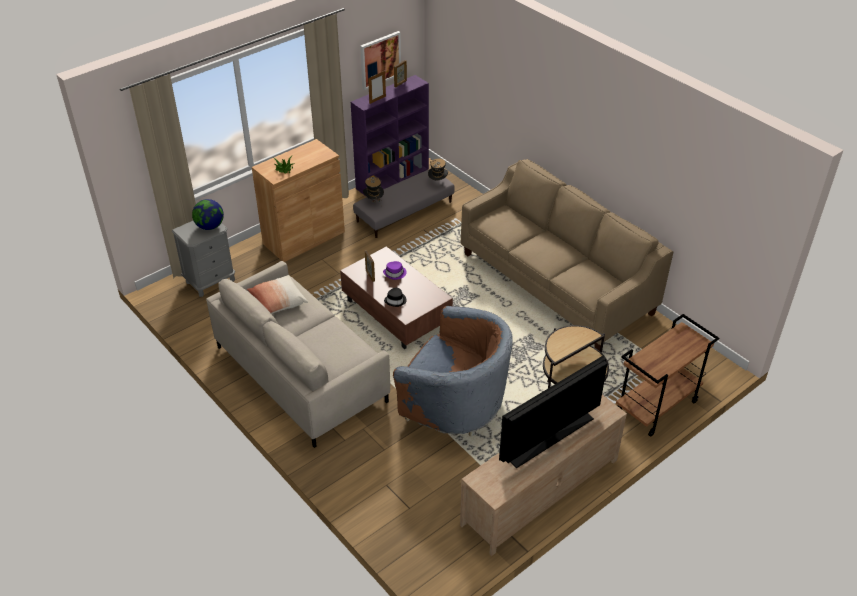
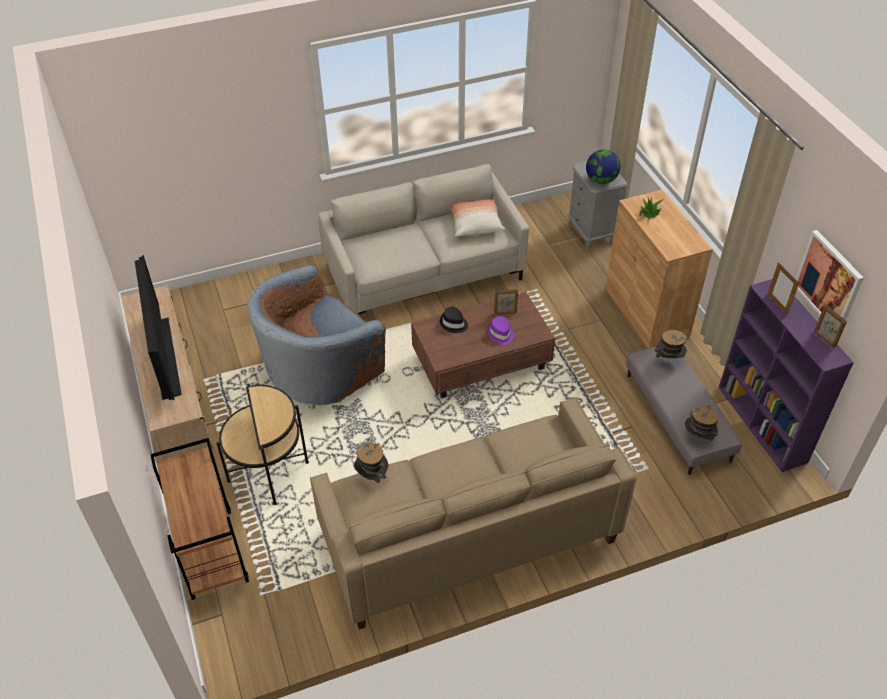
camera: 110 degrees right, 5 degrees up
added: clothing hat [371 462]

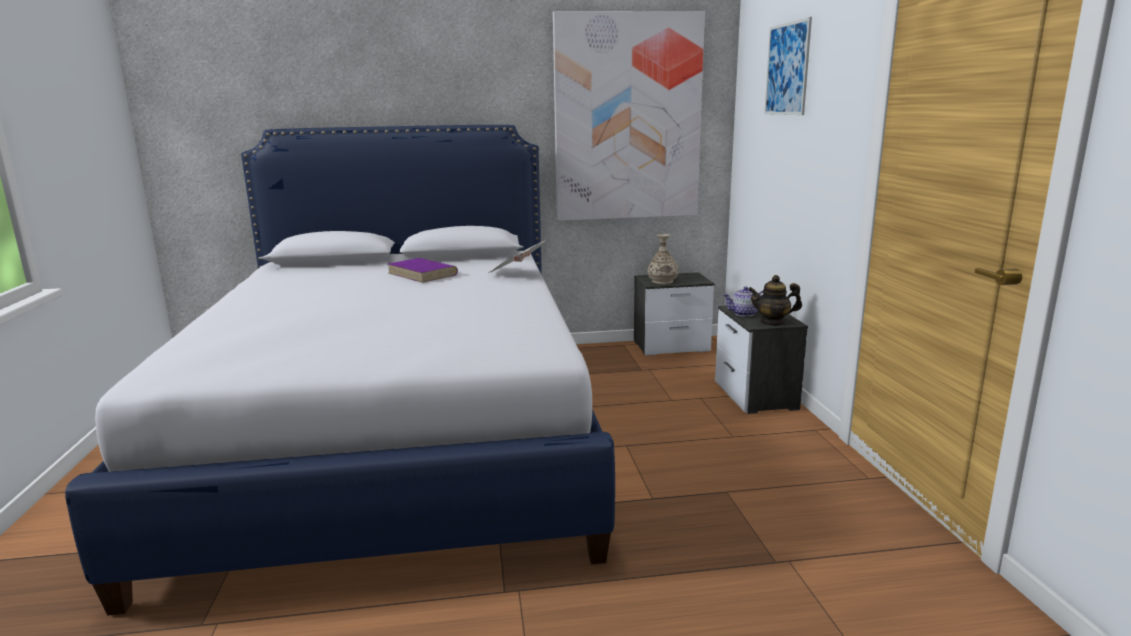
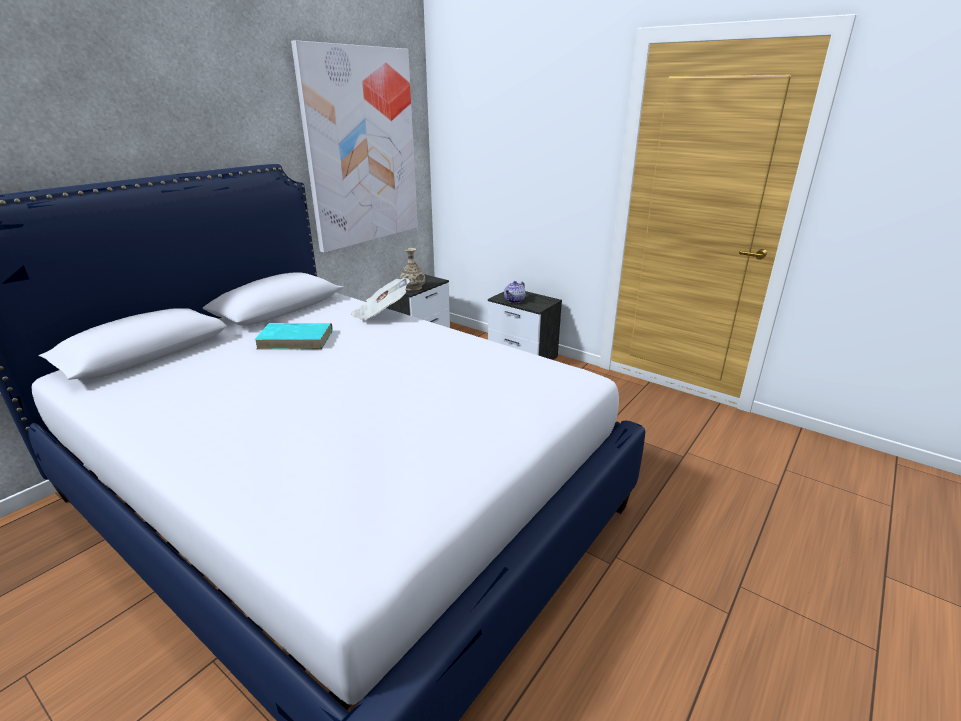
camera: 45 degrees left, 10 degrees up
removed: teapot [775 300]; wall art [788 66]
recoloured: book/purple [423 270] to book/turquoise [293 336]

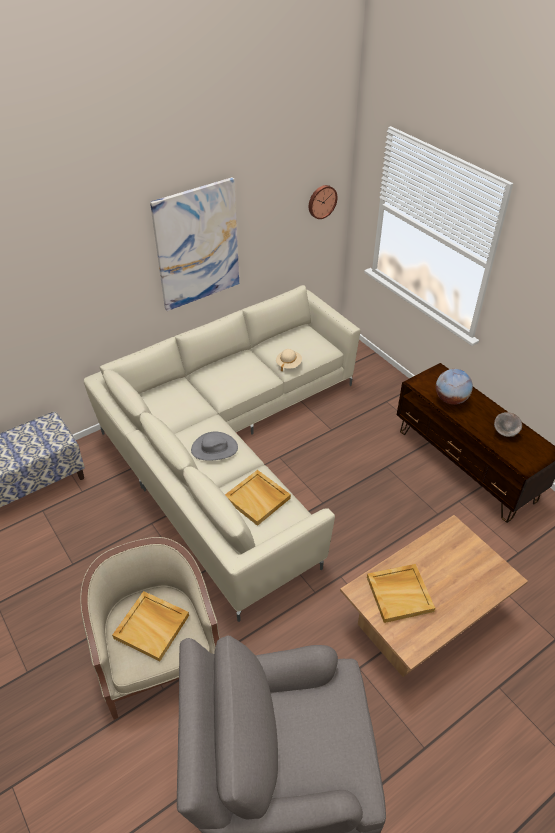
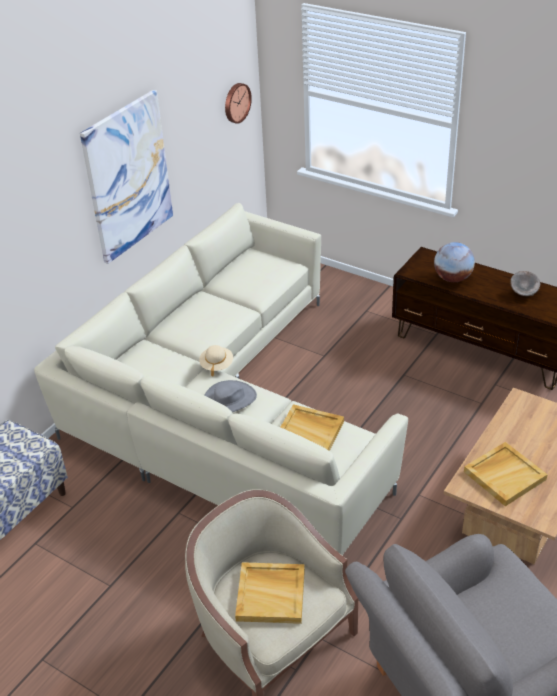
camera: 20 degrees left, 5 degrees down
moved: clothing hat/beige-coloured [289 360] to [216 360]

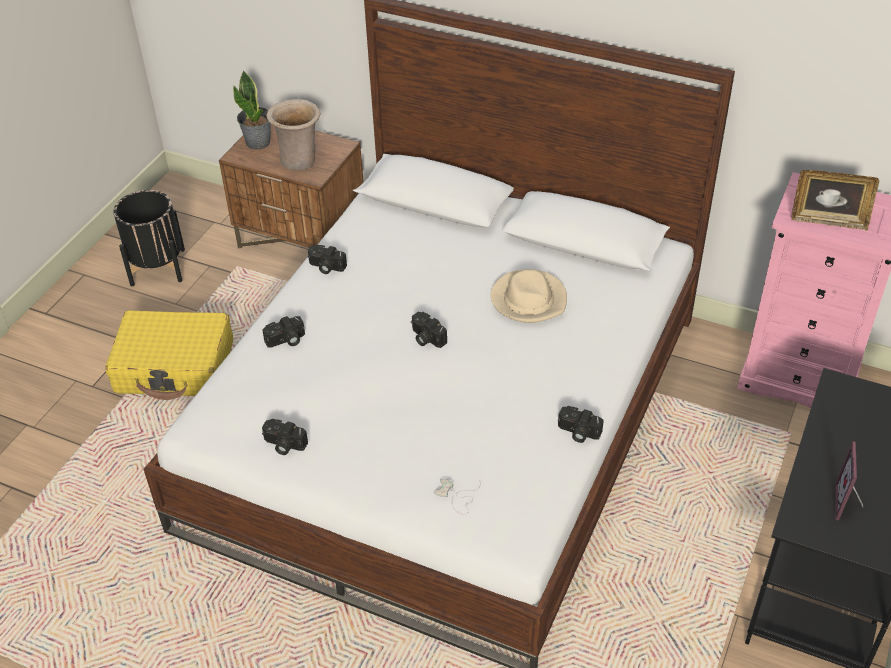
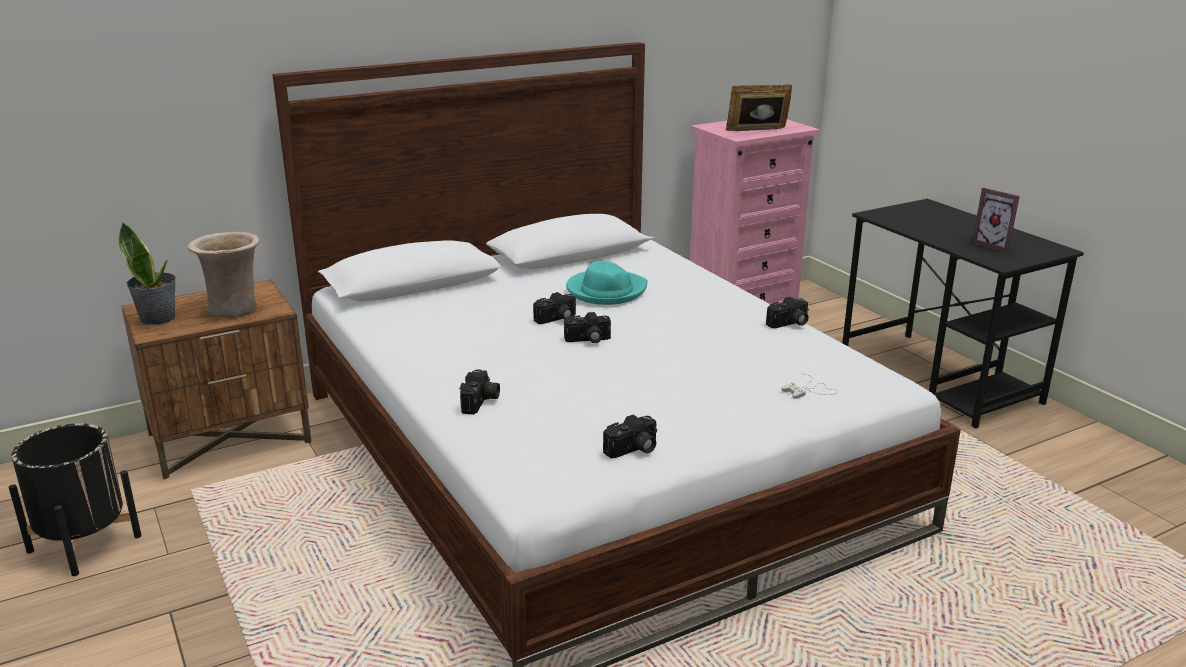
camera: 55 degrees left, 20 degrees down
removed: piece of luggage/yellow [169 355]
moved: photo camera [327 259] to [554 308]
recoloured: clothing hat/beige-coloured [529 296] to clothing hat/turquoise [606 283]
turned: picture frame [835 200] = [759 107] 150 degrees counterclockwise

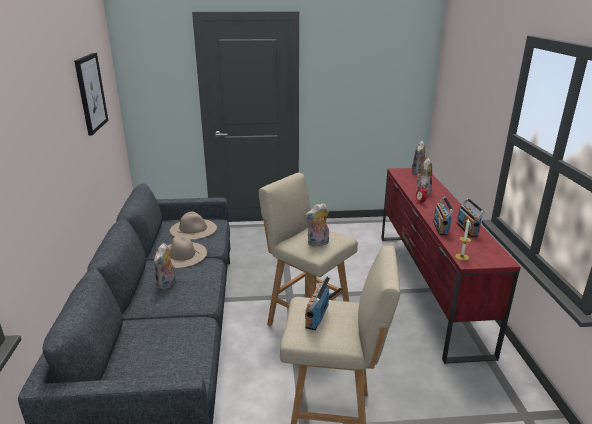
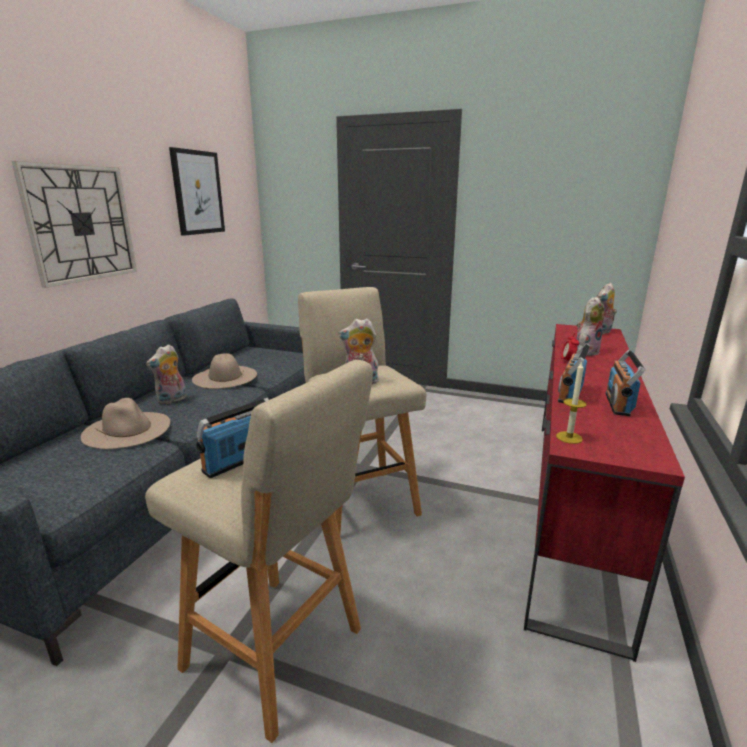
camera: 25 degrees right, 5 degrees down
added: hanging clock [74 224]
moved: clothing hat/beige-coloured [193 226] to [126 423]

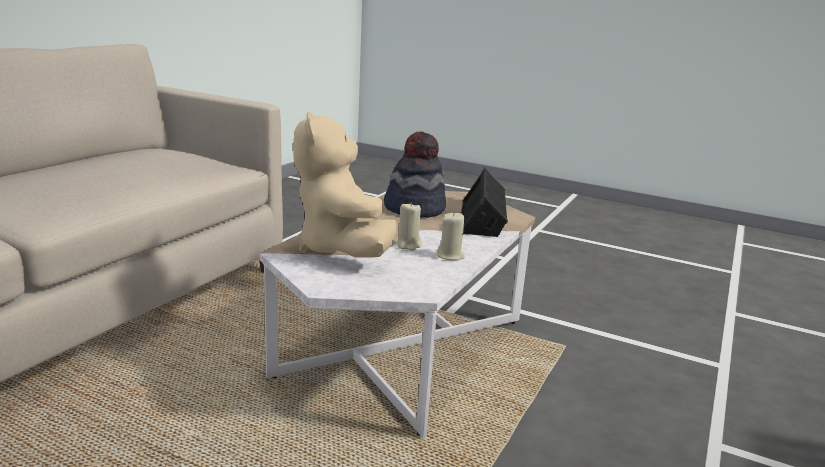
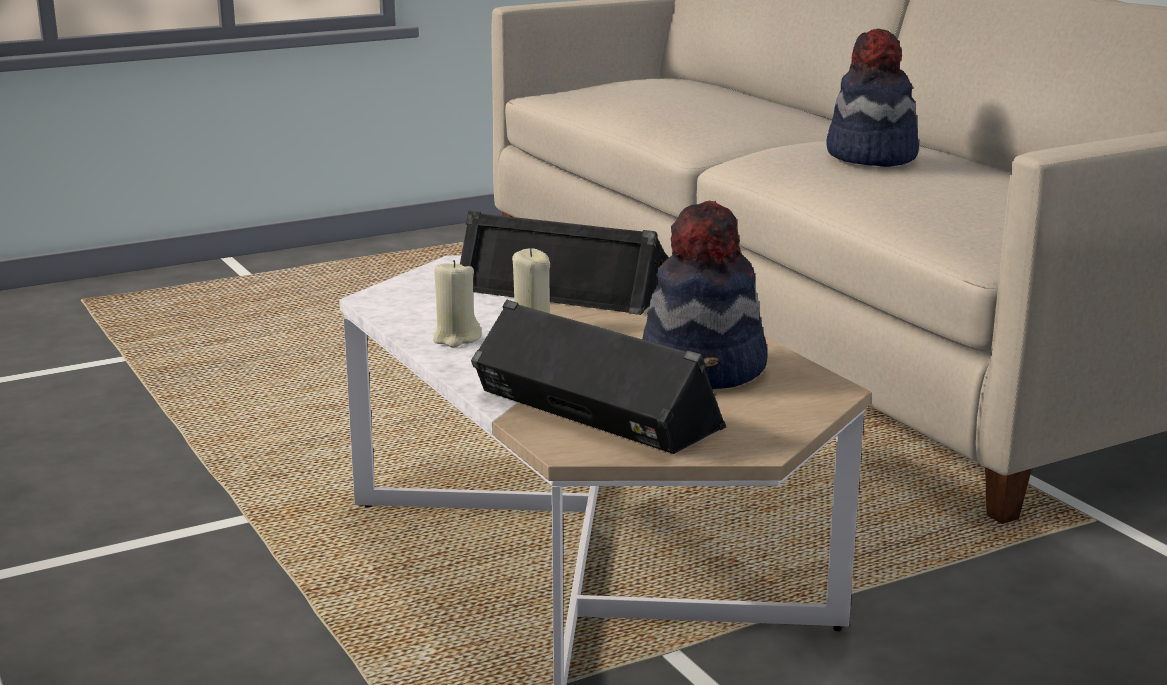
camera: 125 degrees right, 0 degrees up
added: clothing hat [872 97]
replaced: plush toy/beige-coloured [345 184] to speaker/black-coloured [564 263]

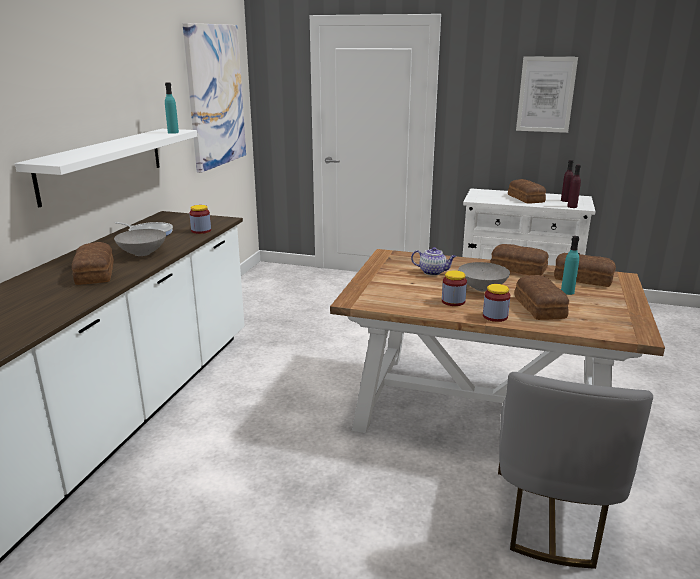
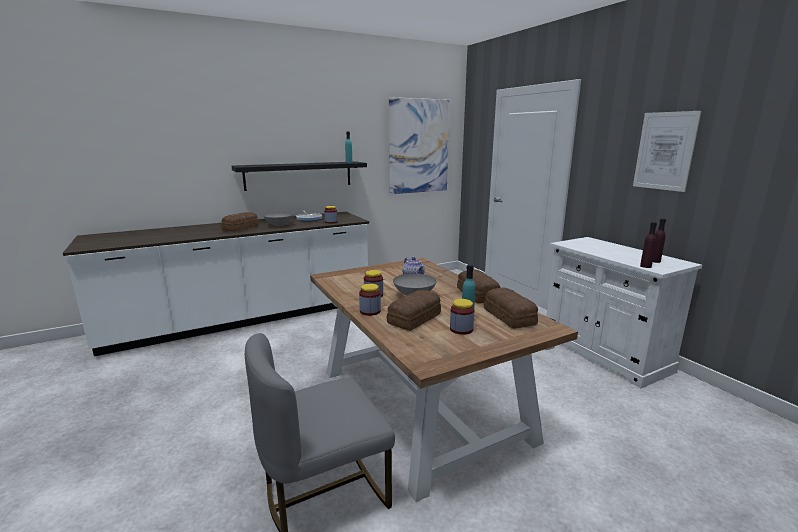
camera: 45 degrees right, 5 degrees down
removed: baked bread [527 191]
added: preserve jar [462 317]
recoloured: shelf/white [106 168] to shelf/black-coloured [299 176]

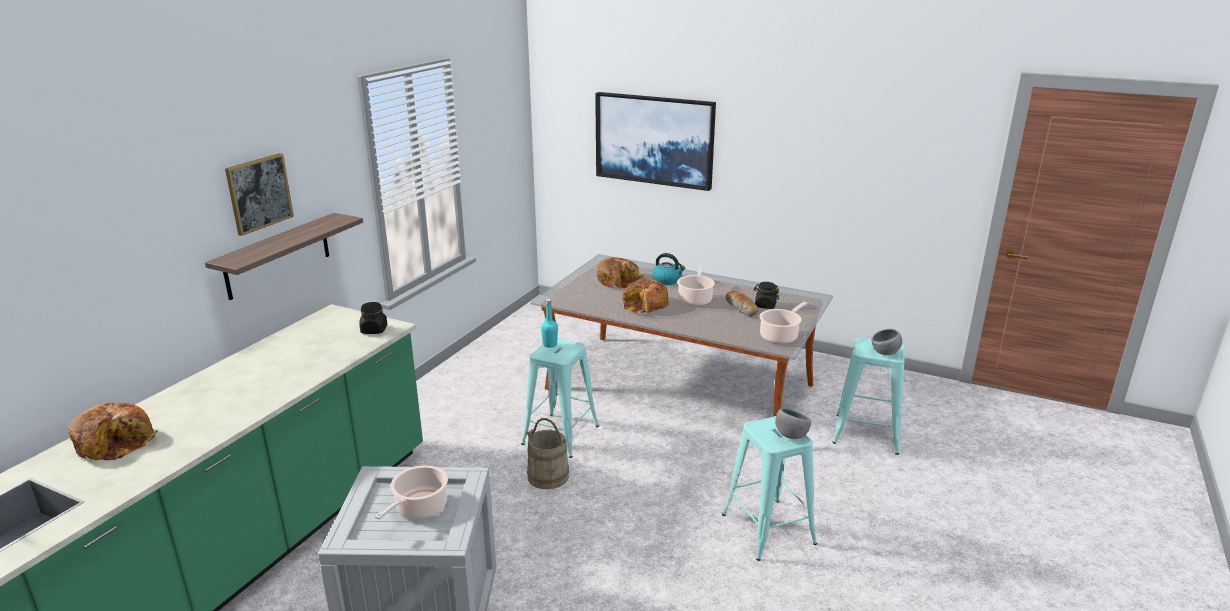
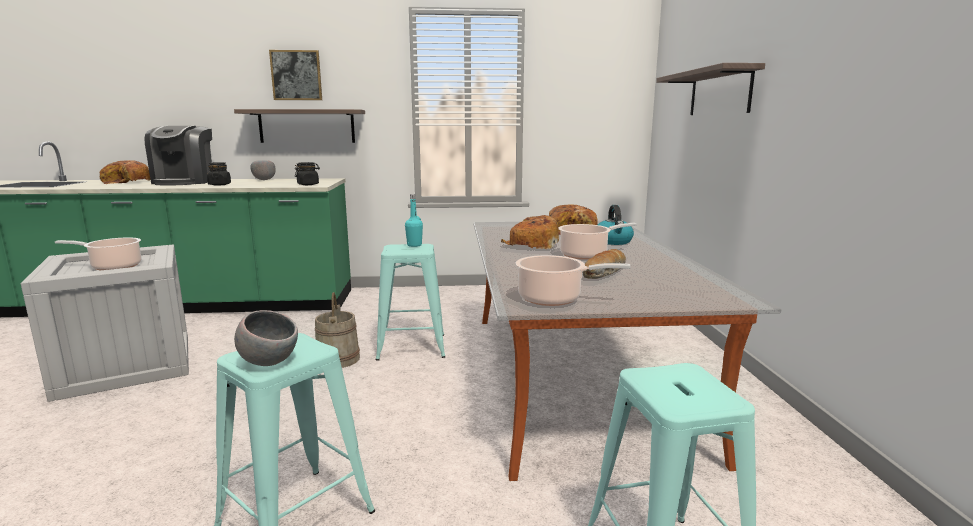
camera: 60 degrees right, 10 degrees down
added: coffee machine [178 156]
moved: preserve jar/black-coloured [766 295] to [219 174]; serving bowl/grey [887 342] to [263 170]
replaced: wall art [655 141] to shelf [710 89]

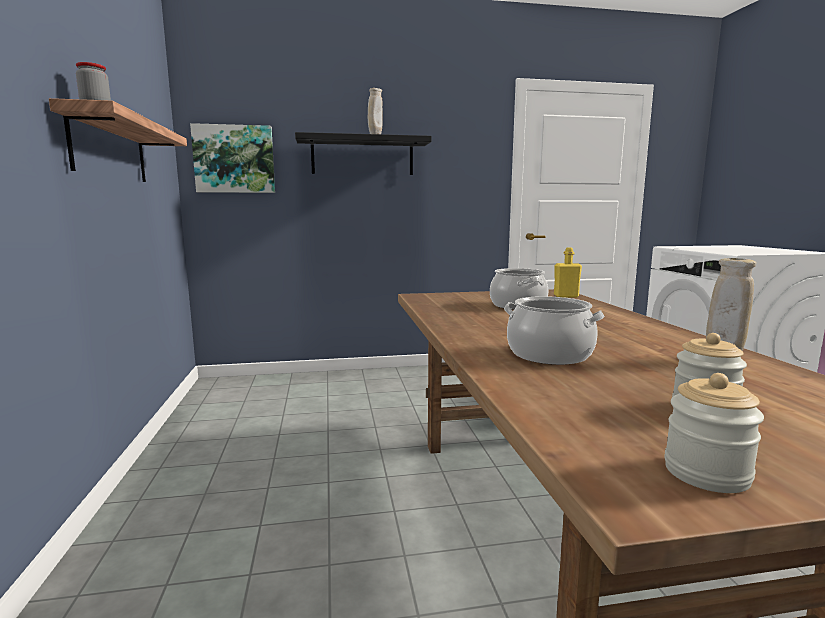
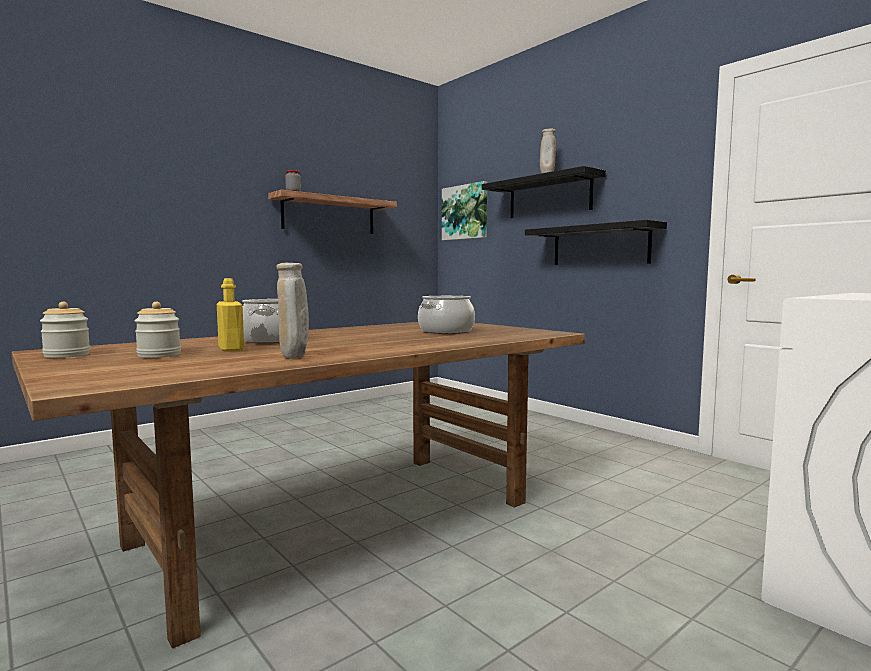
camera: 60 degrees right, 5 degrees down
added: shelf/black-coloured [596 242]
moved: bottle/yellow [568 272] to [230 315]

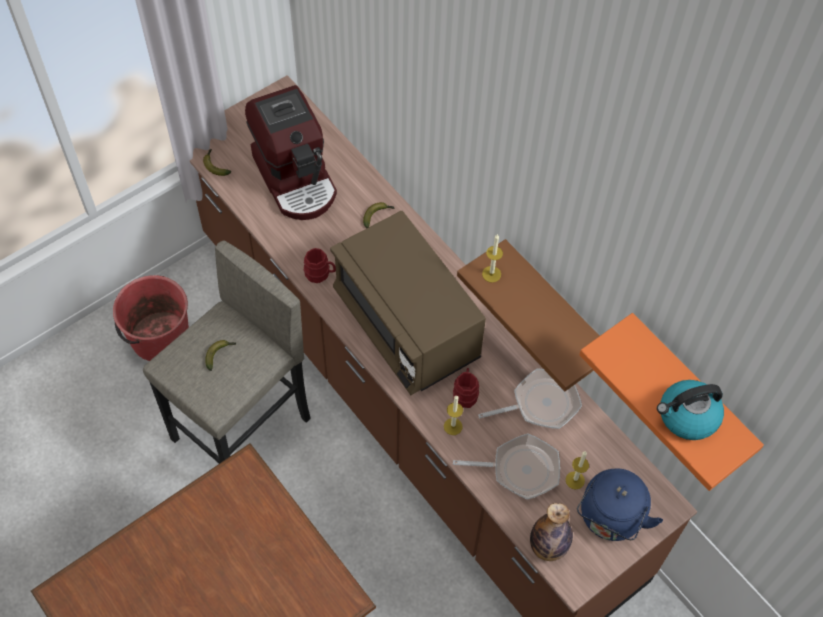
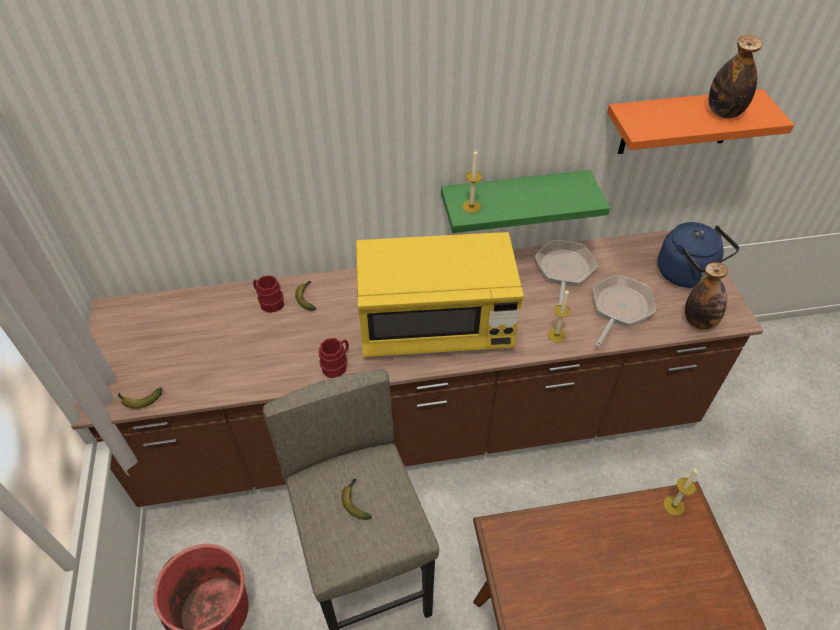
camera: 60 degrees left, 10 degrees down
removed: coffee machine [291 152]
moved: tea mug/reddish [466 388] to [268 294]; candle [577 470] to [681 492]
replaced: tea kettle [690 410] to bottle [735 76]
recoloured: microwave oven/brown-coloured [408 303] to microwave oven/yellow [440 294]; shelf/brown-coloured [528 315] to shelf/green [525 201]

